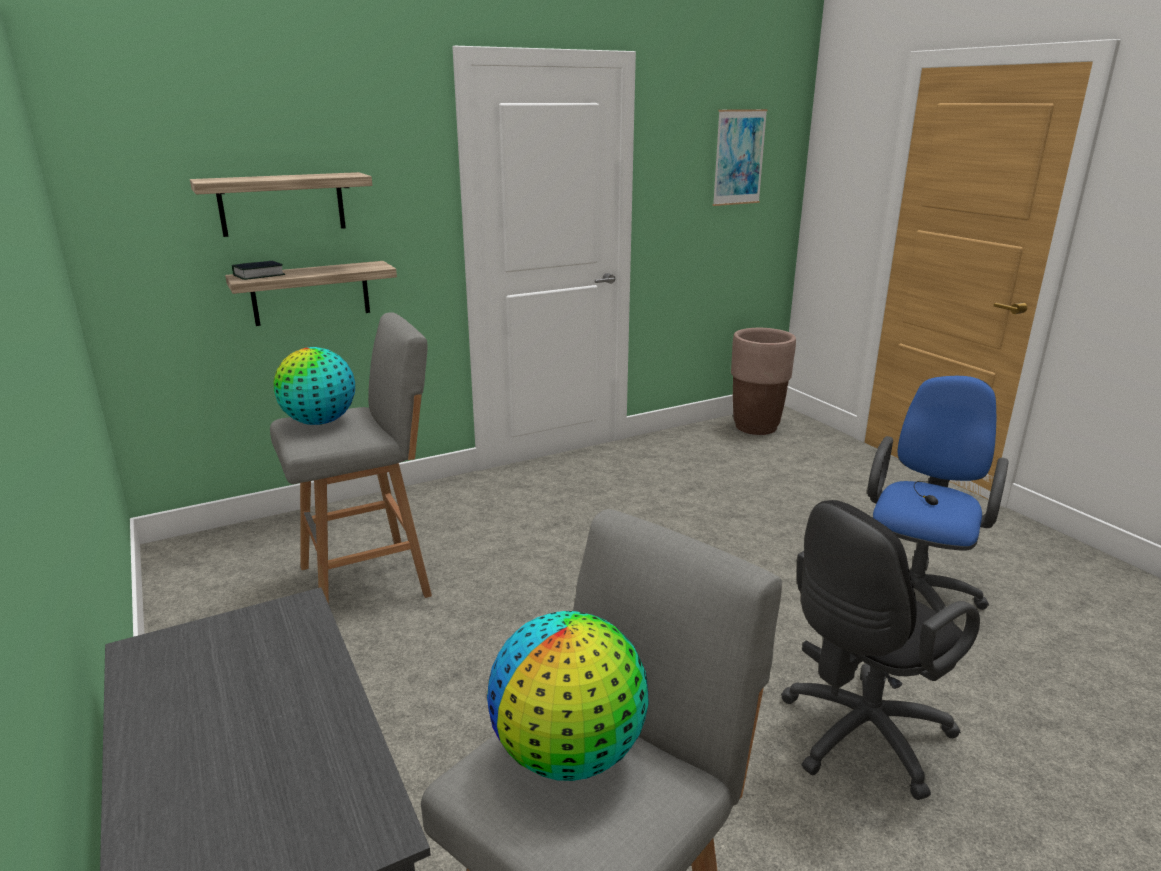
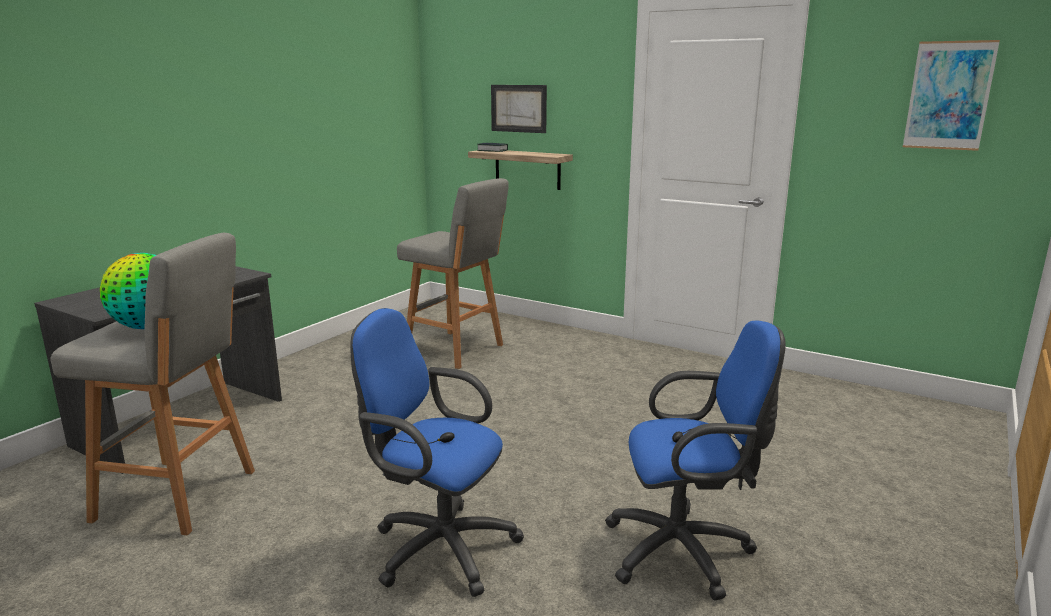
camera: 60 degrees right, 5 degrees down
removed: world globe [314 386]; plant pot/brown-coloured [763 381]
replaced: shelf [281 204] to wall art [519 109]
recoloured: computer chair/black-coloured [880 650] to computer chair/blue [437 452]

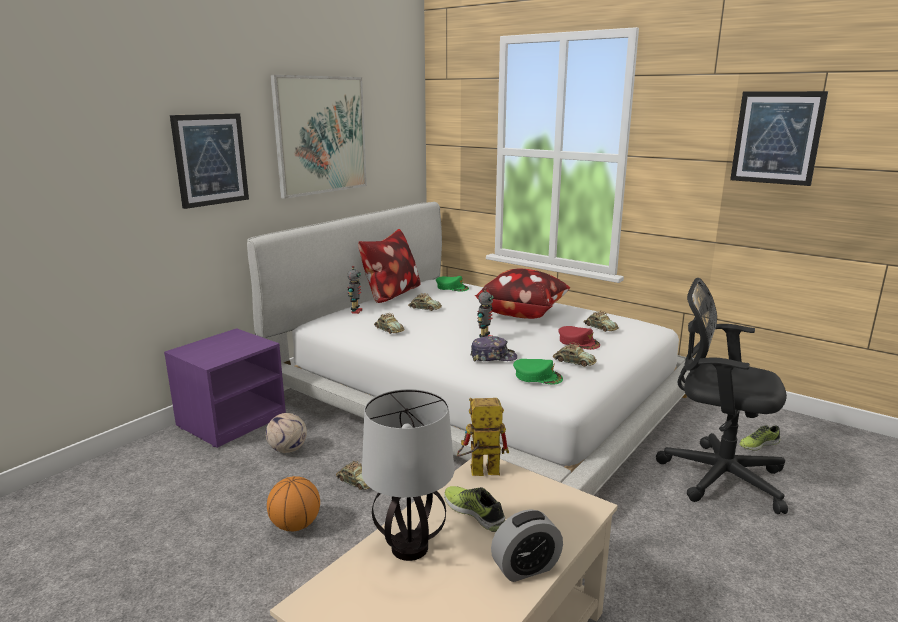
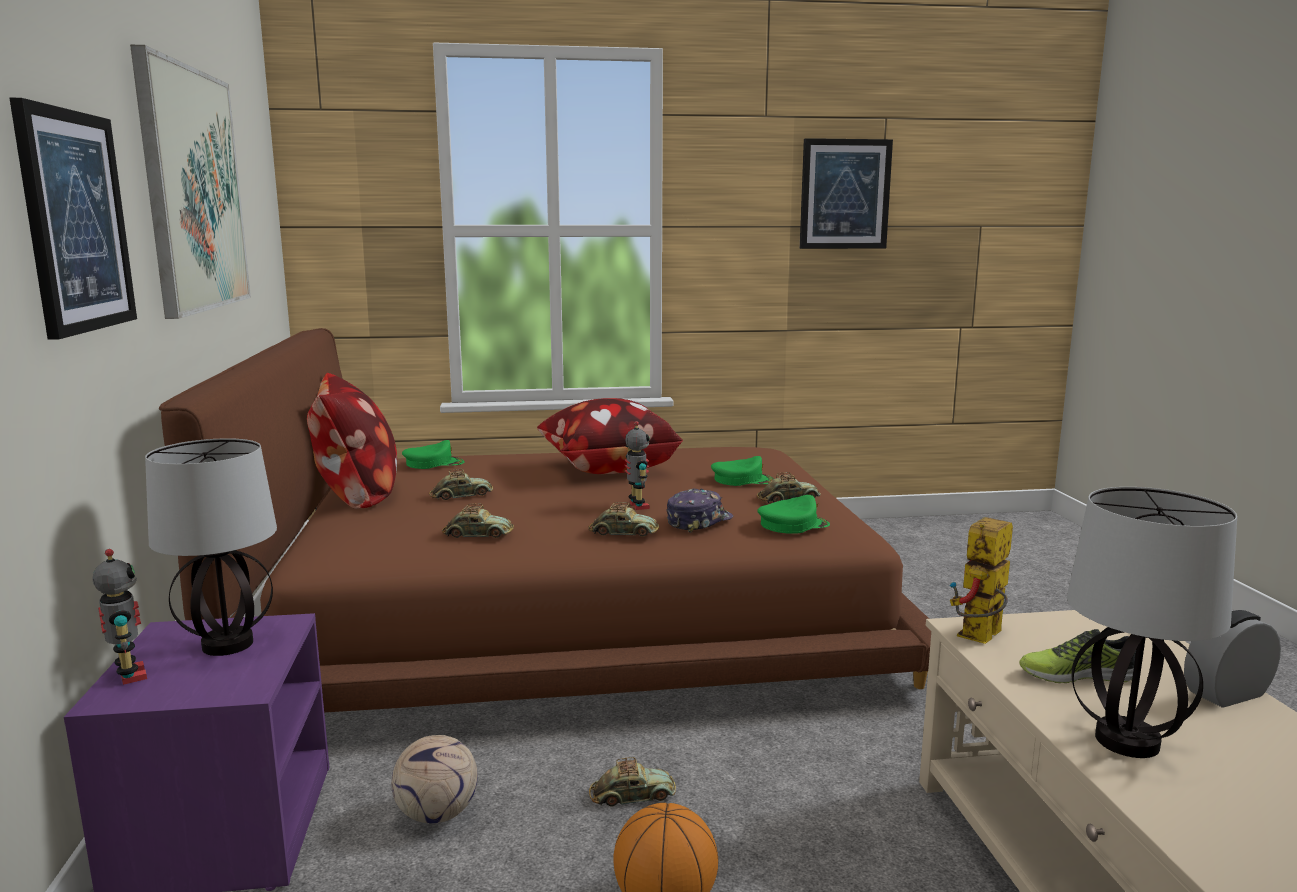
camera: 45 degrees left, 5 degrees down
removed: computer chair/black-coloured [722 396]; low shoe [759 438]
added: lamp for a table [211 547]
moved: toy robot [354 289] to [119 617]; toy car [601 321] to [623 519]
recoloured: bedroom bed/white [468 349] to bedroom bed/brown-coloured [545 520]; peaked cap/reddish [579 338] to peaked cap/green [742 471]
turned: bedside clock [527 545] = [1232 659] 135 degrees counterclockwise

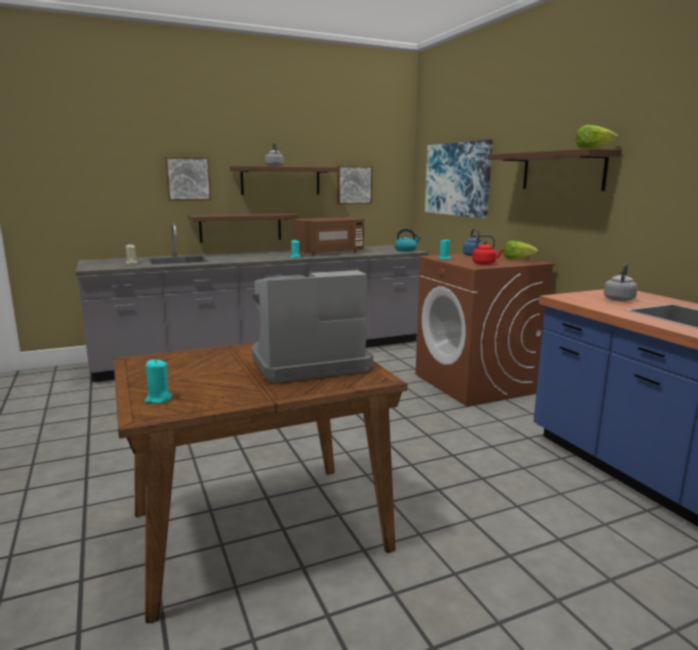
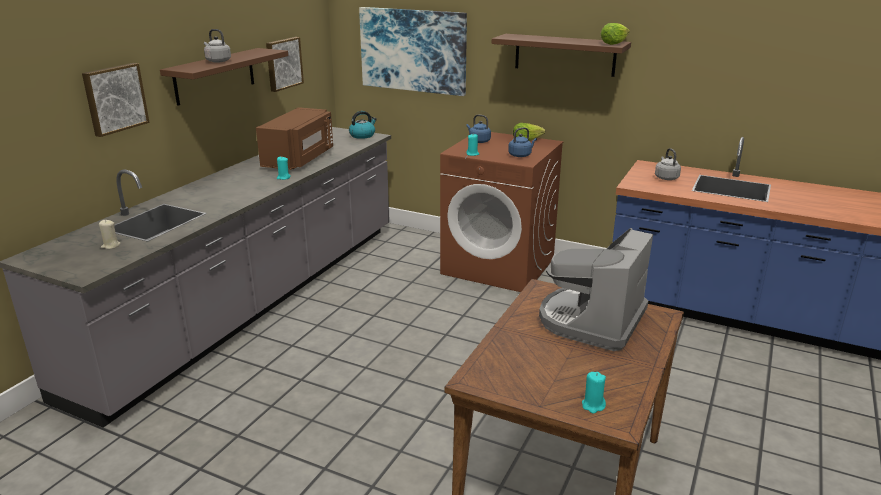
camera: 40 degrees left, 10 degrees up
removed: shelf/brown-coloured [243 228]
recoloured: tea kettle/reddish [488 250] to tea kettle/blue [522 142]

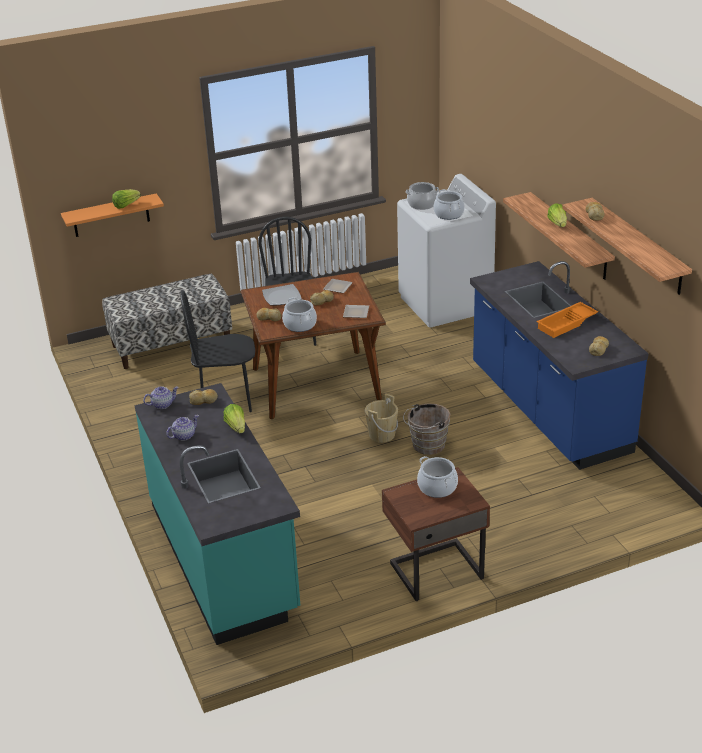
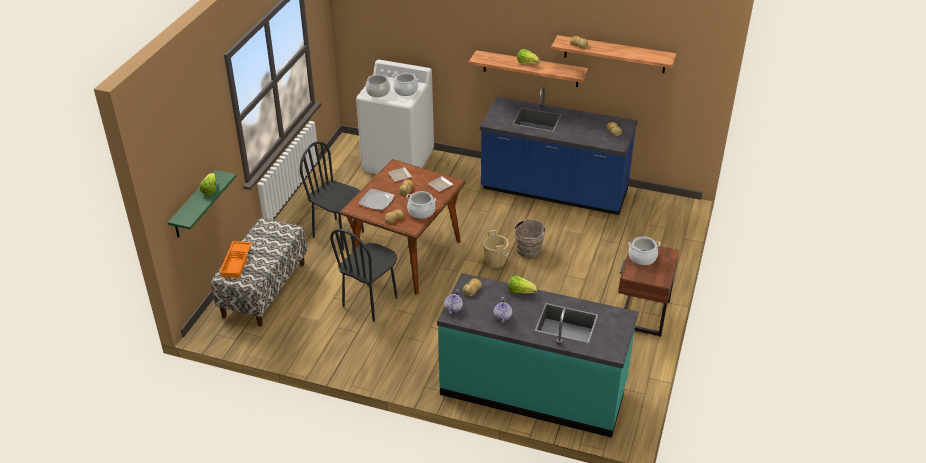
camera: 50 degrees left, 5 degrees up
moved: tray/orangey [567 320] to [235 259]
recoloured: shelf/orangey [112 215] to shelf/green [201 204]

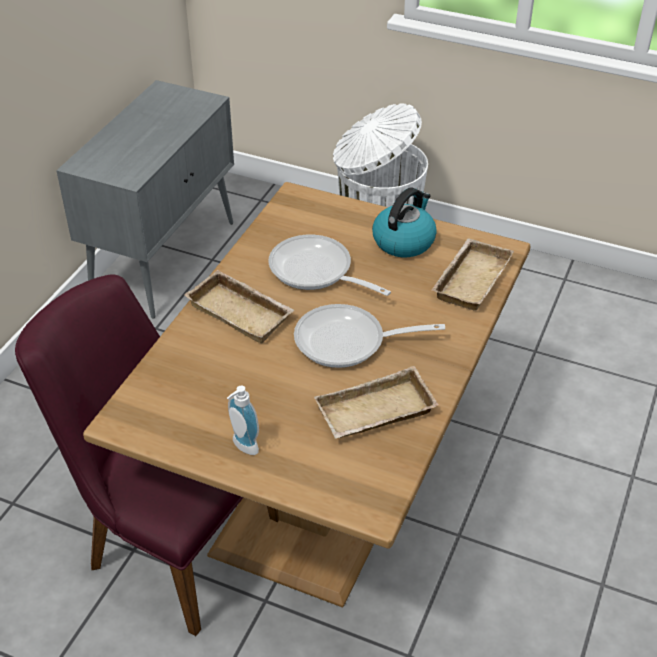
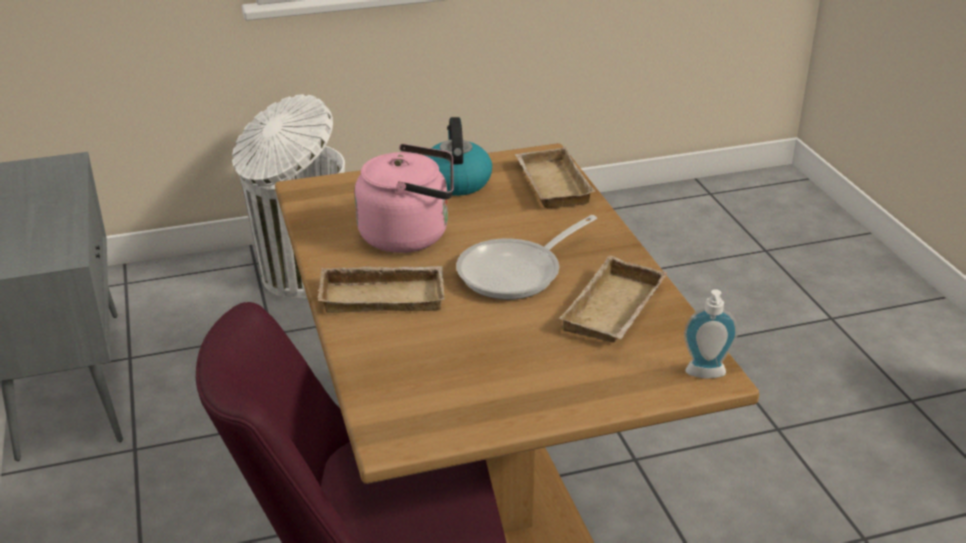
camera: 40 degrees left, 10 degrees down
moved: soap bottle [243 420] to [711 334]
replaced: skillet [329 265] to tea kettle/pink-coloured [404 198]

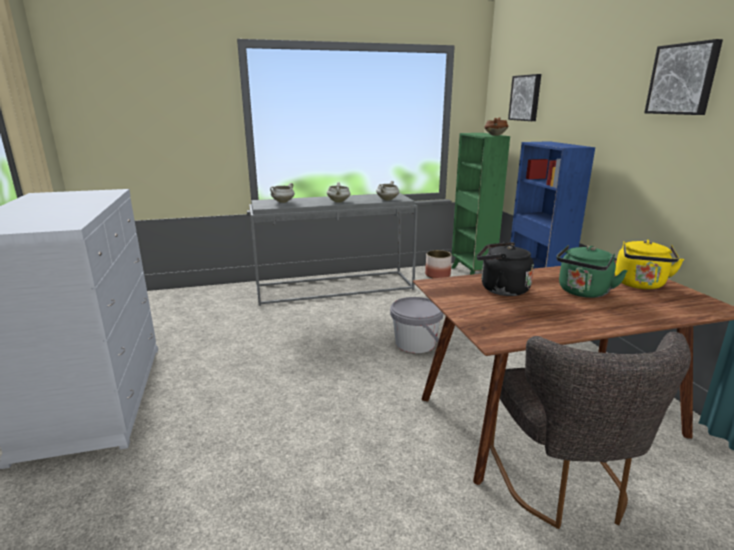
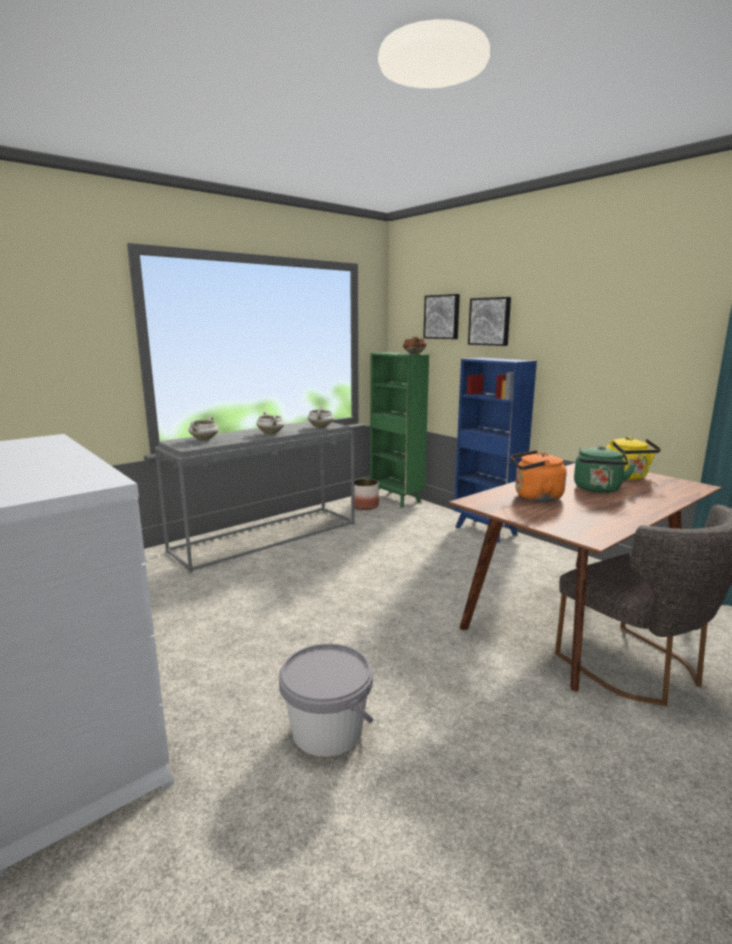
camera: 25 degrees left, 5 degrees down
moved: pail/grey [416 325] to [326 700]; wall art [683 77] to [489 321]
recoloured: tea kettle/black-coloured [505 269] to tea kettle/orangey [539 476]

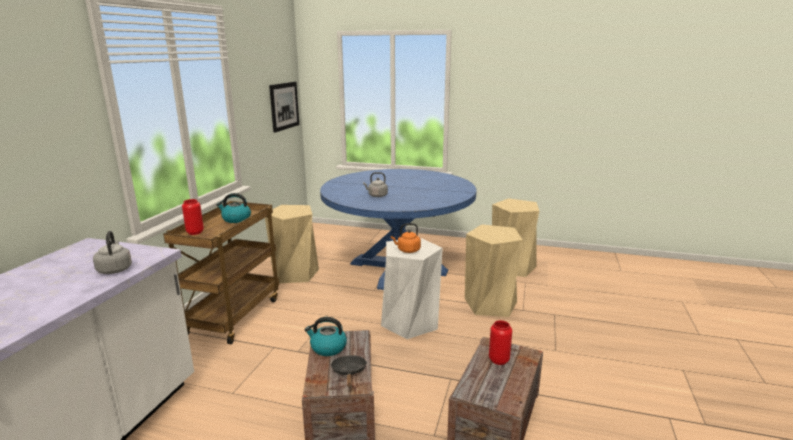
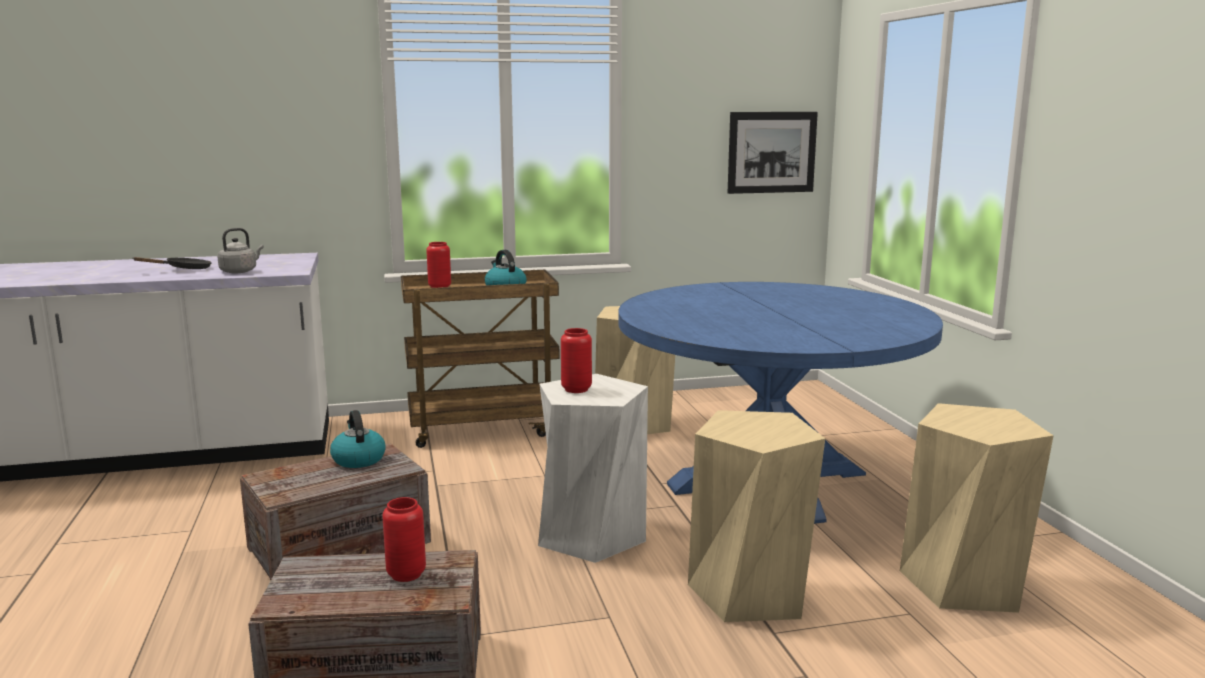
camera: 60 degrees right, 5 degrees down
removed: tea kettle/grey [375 184]
moved: skillet/black-coloured [348 371] to [172 263]
replaced: tea kettle/orangey [406 238] to flower vase/reddish [576 360]

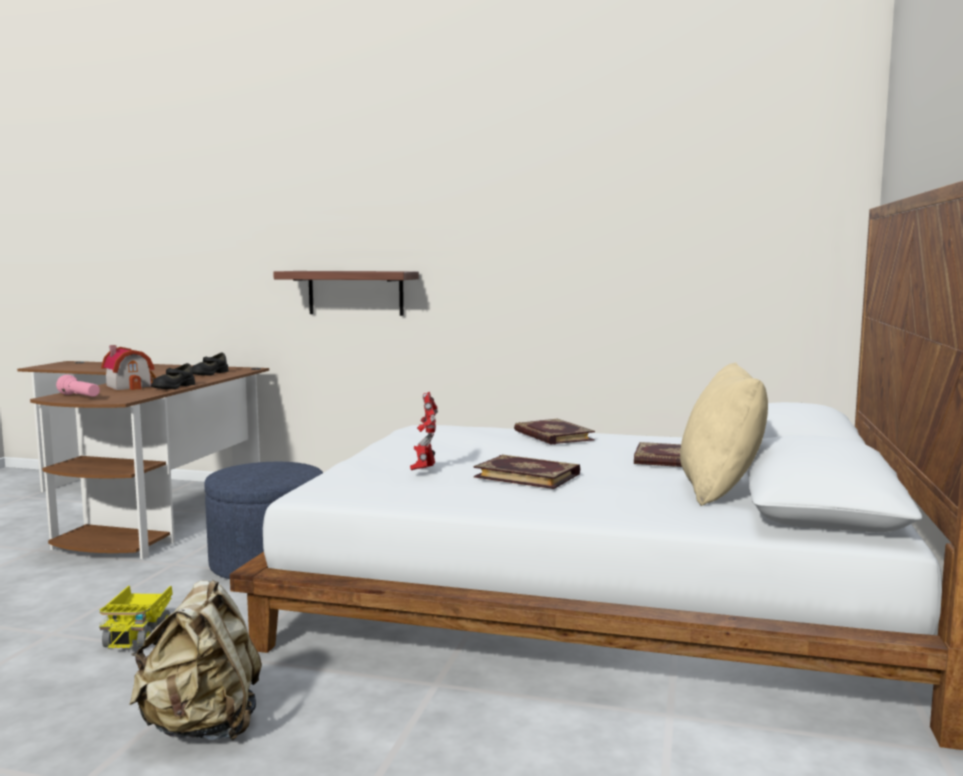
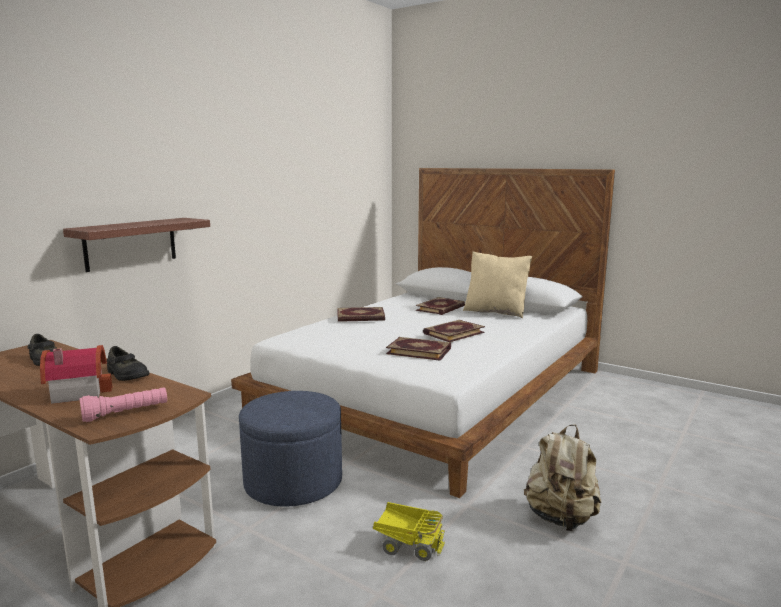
camera: 70 degrees left, 5 degrees up
replaced: toy robot [424 431] to book [418 349]

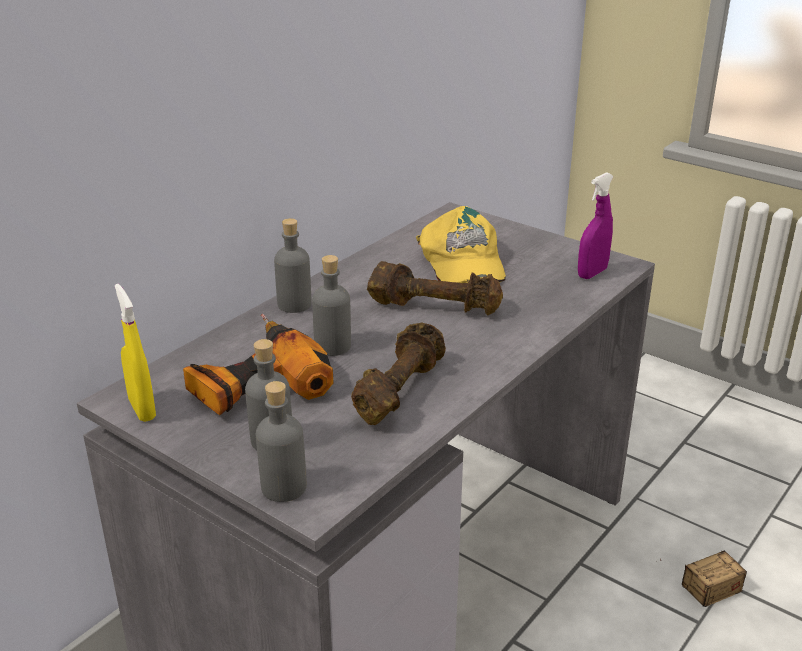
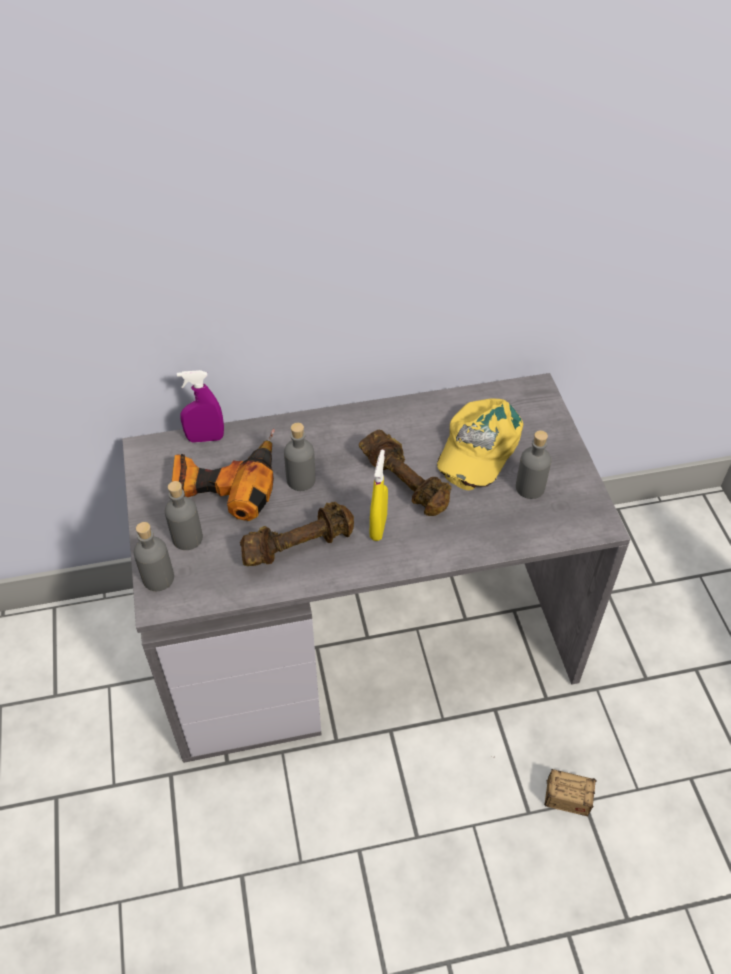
camera: 40 degrees right, 20 degrees up
moved: hand sprayer/yellow [135 353] to [379 495]; bottle/grey [292 265] to [533 464]; hand sprayer/purple [596 225] to [200 406]

